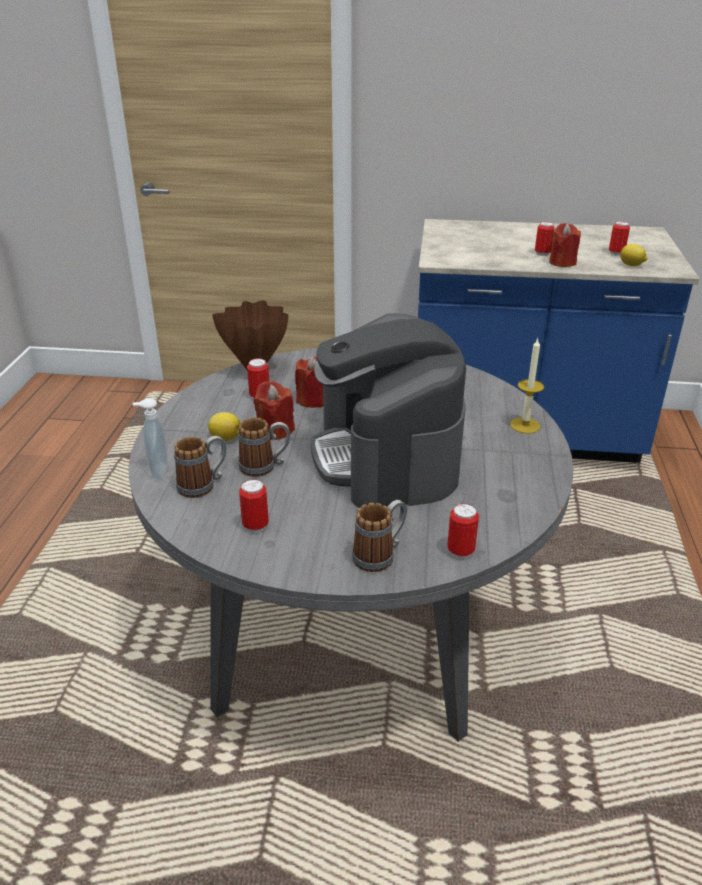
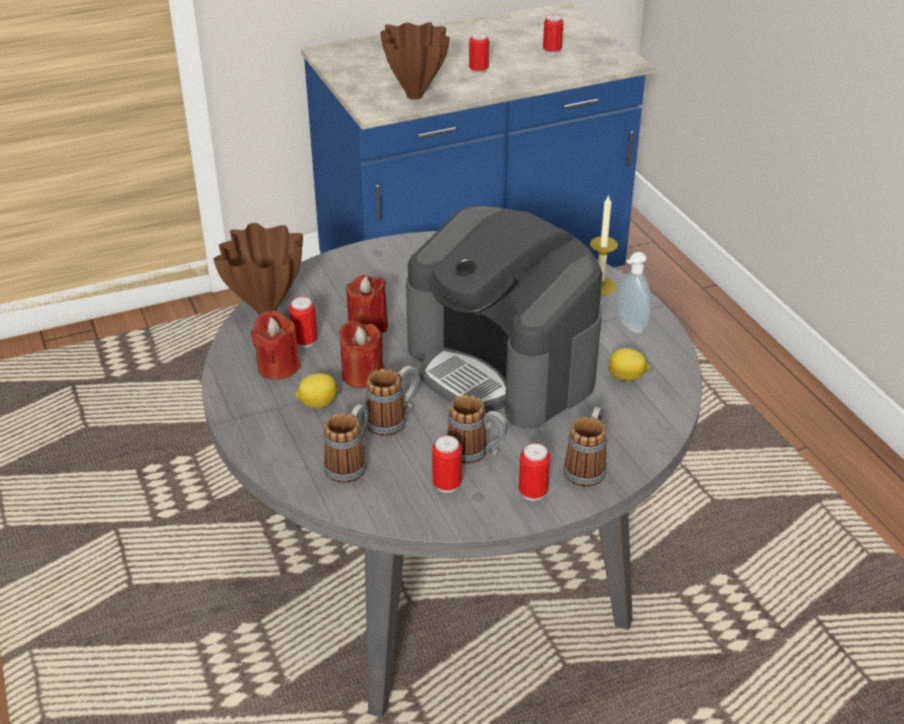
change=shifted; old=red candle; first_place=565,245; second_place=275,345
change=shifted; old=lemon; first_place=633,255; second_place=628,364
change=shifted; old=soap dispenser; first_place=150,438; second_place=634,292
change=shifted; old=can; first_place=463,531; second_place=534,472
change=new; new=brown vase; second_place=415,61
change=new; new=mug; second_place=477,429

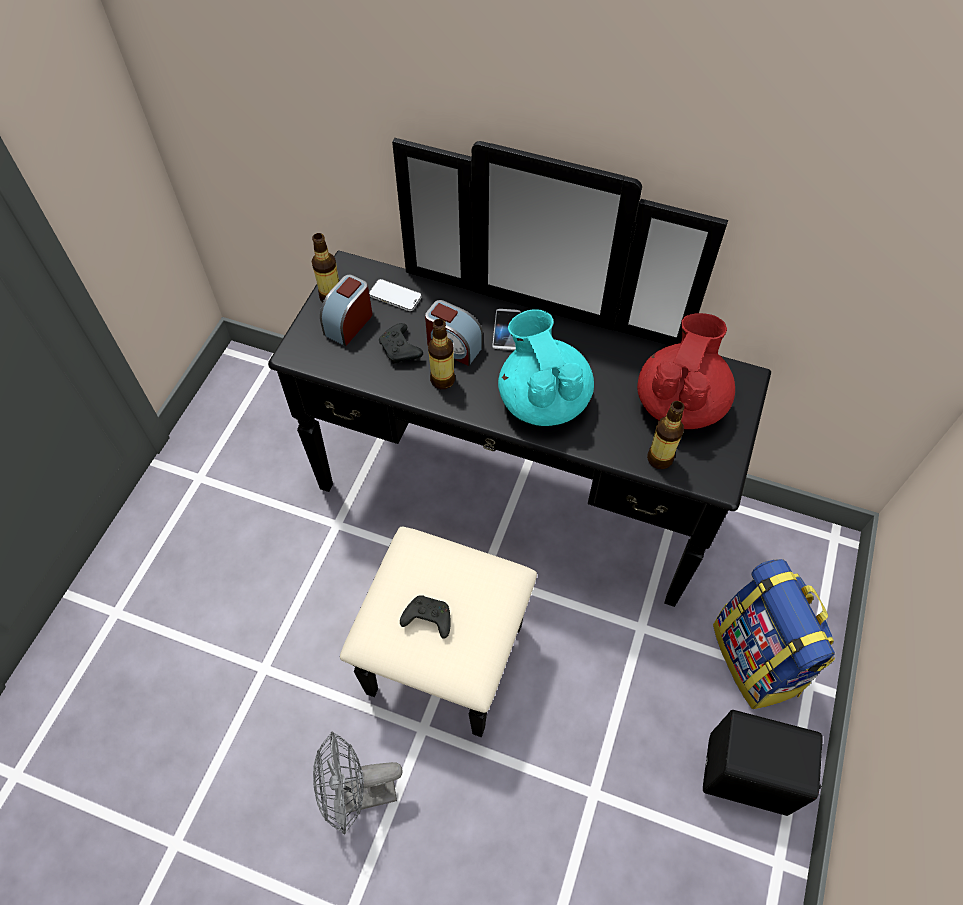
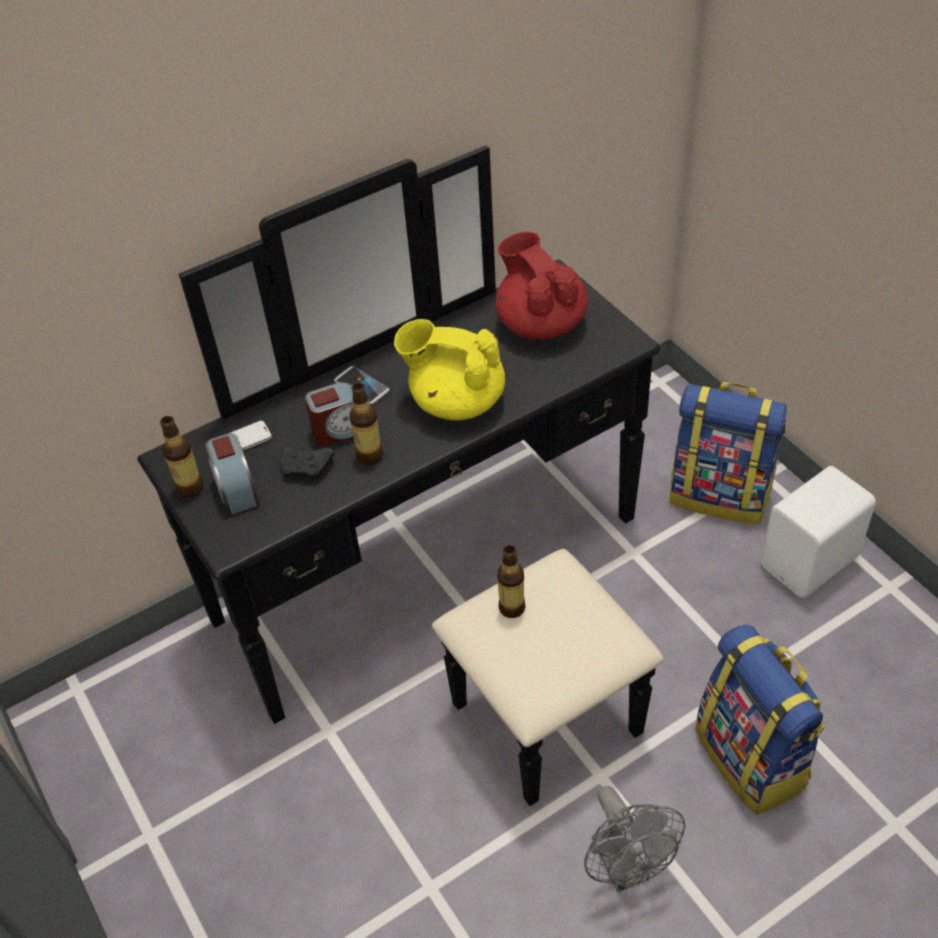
change=repainted; old=turquoise teapot; new=yellow teapot; first_place=546,367; second_place=449,369
change=shifted; old=bottle; first_place=666,435; second_place=511,581
change=gone; old=black game controller; first_place=425,617
change=repainted; old=black speaker; new=white speaker; first_place=763,763; second_place=818,532
change=rotated; old=grey fan; first_place=358,783; second_place=634,839; degrees=-45
change=new; new=backpack; second_place=760,719

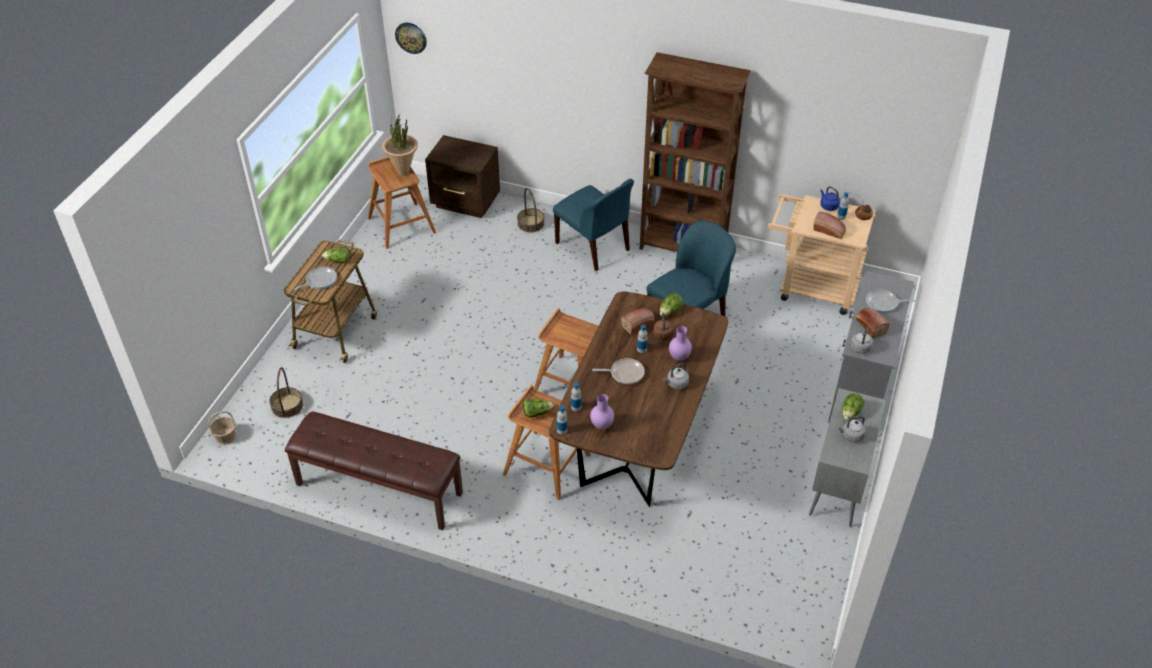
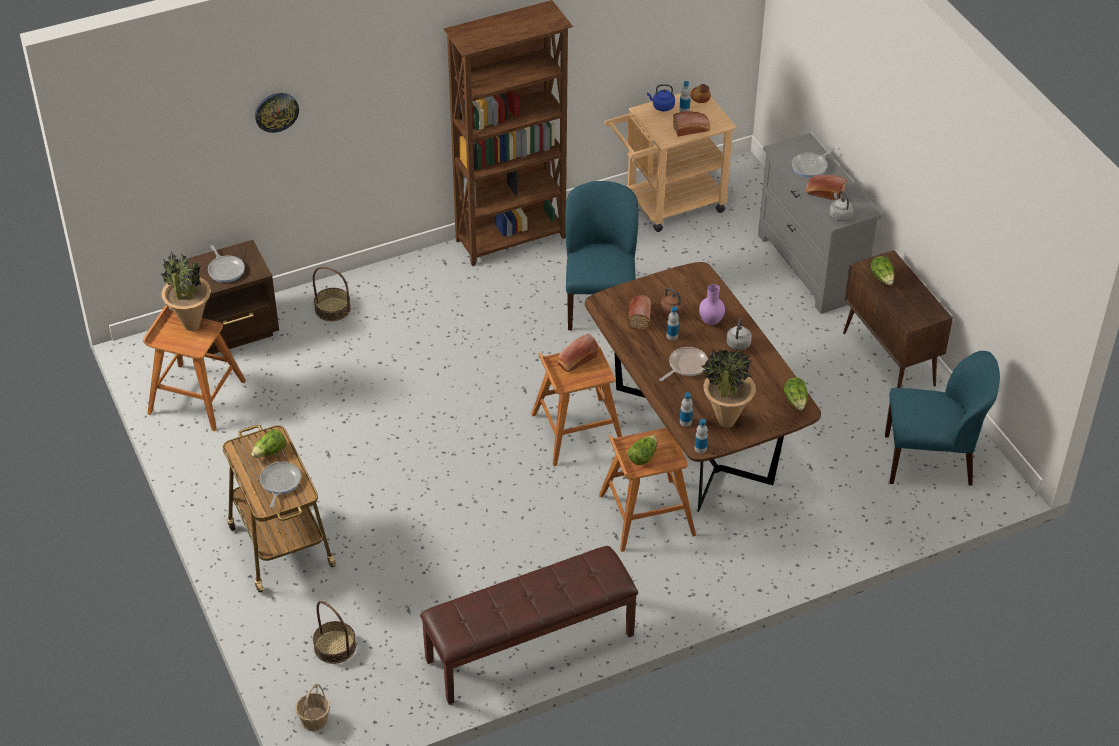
change=shifted; old=wall clock; first_place=411,38; second_place=277,113
change=shifted; old=blue chair; first_place=593,225; second_place=942,418
change=shifted; old=lettuce; first_place=671,304; second_place=796,393
change=repainted; old=grey cabinet; new=brown cabinet; first_place=847,457; second_place=898,319
change=swapped; old=purple vase; new=potted plant; first_place=602,412; second_place=728,388
change=gone; old=grey kettle; first_place=852,429
change=new; new=frying pan; second_place=226,264
change=new; new=bread; second_place=577,353

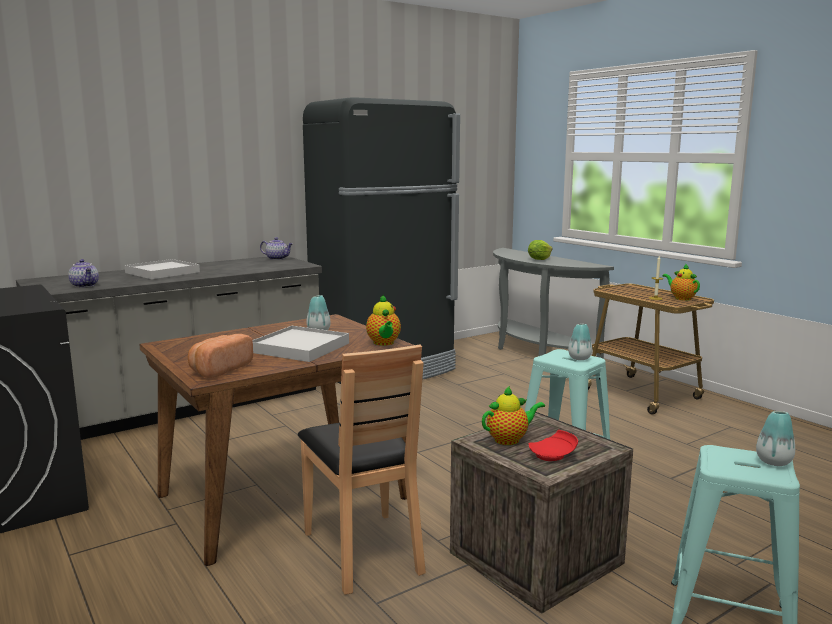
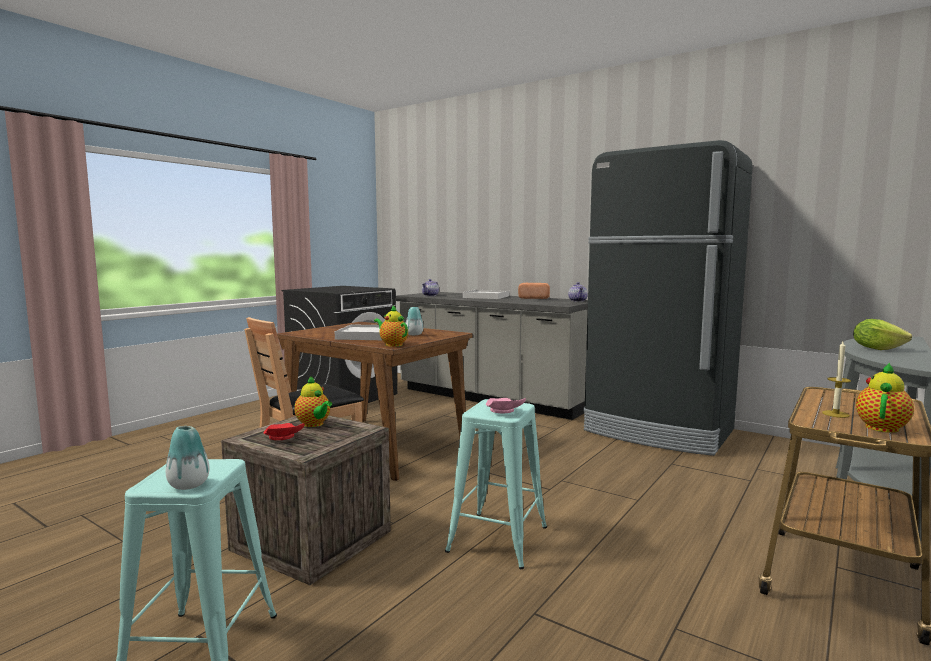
change=rotated; old=teapot; first_place=383,320; second_place=391,326; degrees=75
change=swapped; old=vase; new=pink plate; first_place=580,342; second_place=506,406
change=shifted; old=bread; first_place=220,356; second_place=534,291

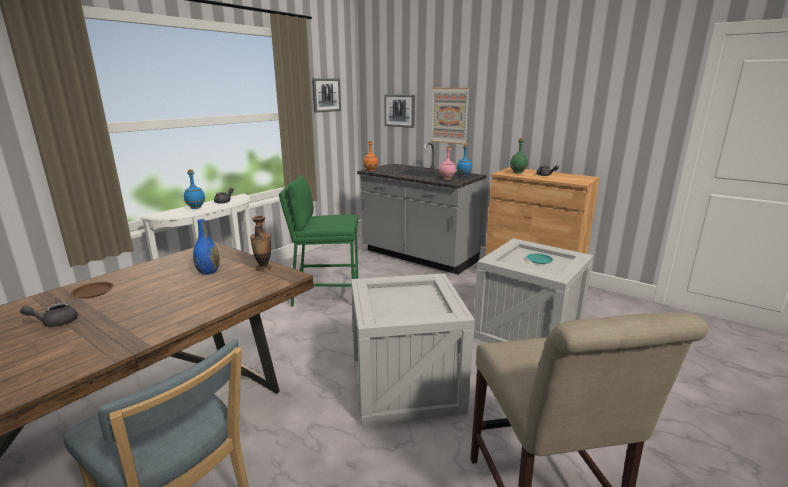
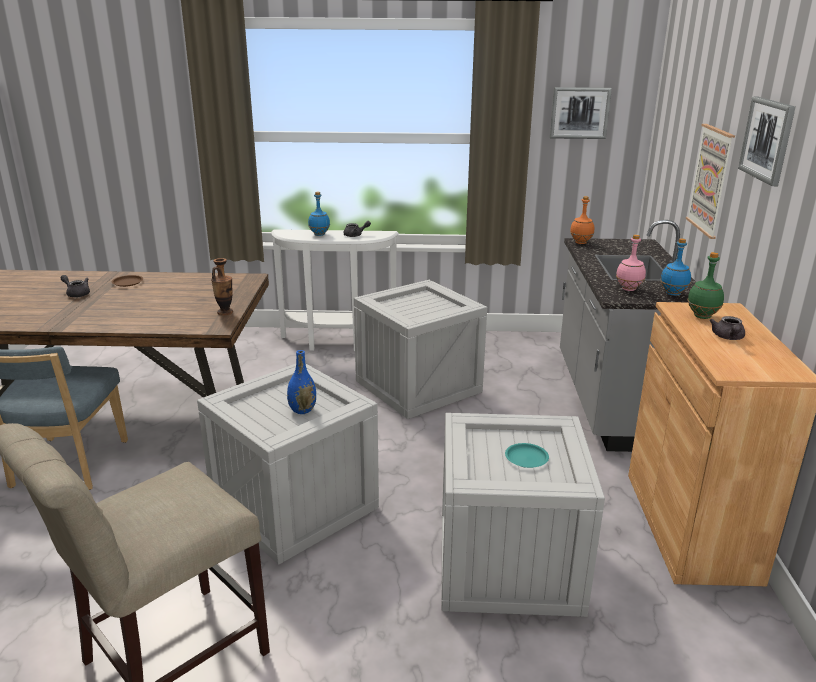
change=shifted; old=picture; first_place=399,111; second_place=767,141
change=swapped; old=green stool; new=crate; first_place=318,240; second_place=420,349
change=shifted; old=blue vase; first_place=206,247; second_place=301,382

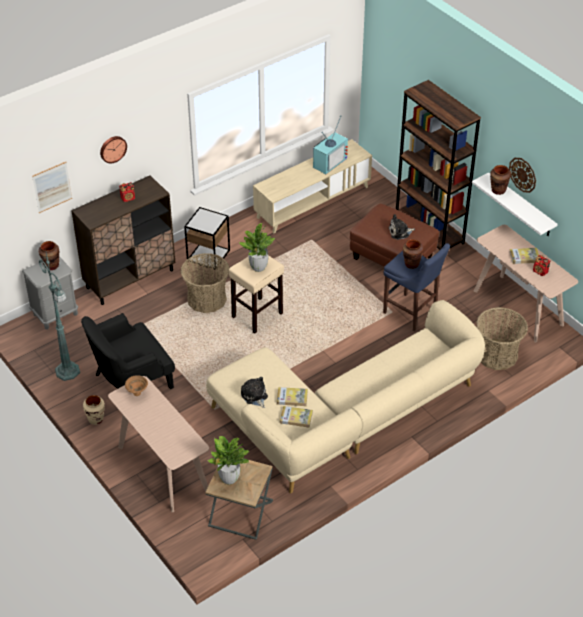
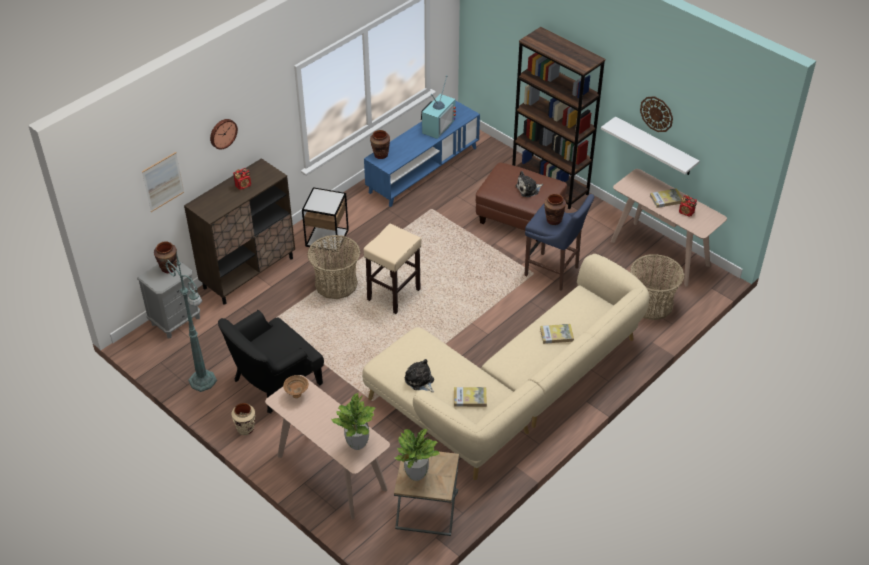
change=repainted; old=beige tv stand; new=blue tv stand; first_place=312,186; second_place=422,153
change=shifted; old=brown vase; first_place=500,180; second_place=380,144
change=shifted; old=potted plant; first_place=257,247; second_place=353,421
change=shifted; old=book; first_place=292,396; second_place=557,334

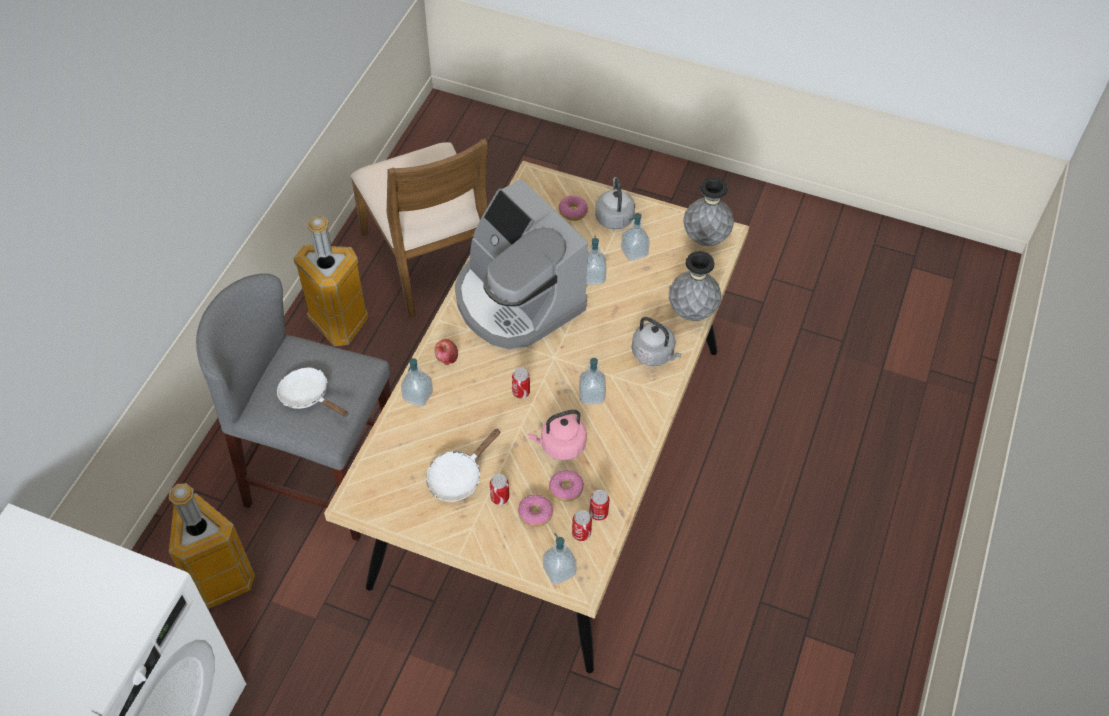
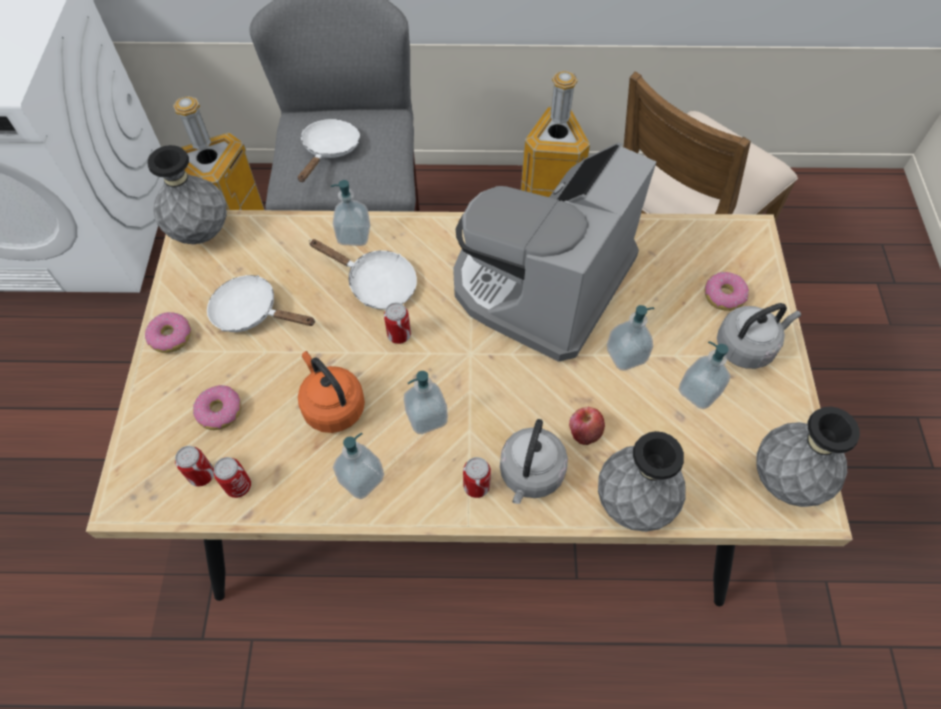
change=shifted; old=apple; first_place=446,352; second_place=587,426
change=repainted; old=pink kettle; new=orange kettle; first_place=557,435; second_place=331,392
change=shifted; old=donut; first_place=566,486; second_place=168,332
change=shifted; old=can; first_place=499,489; second_place=477,477
change=shifted; old=soap dispenser; first_place=559,558; second_place=358,466
change=new; new=grey vase; second_place=187,194
change=new; new=white frying pan; second_place=363,274

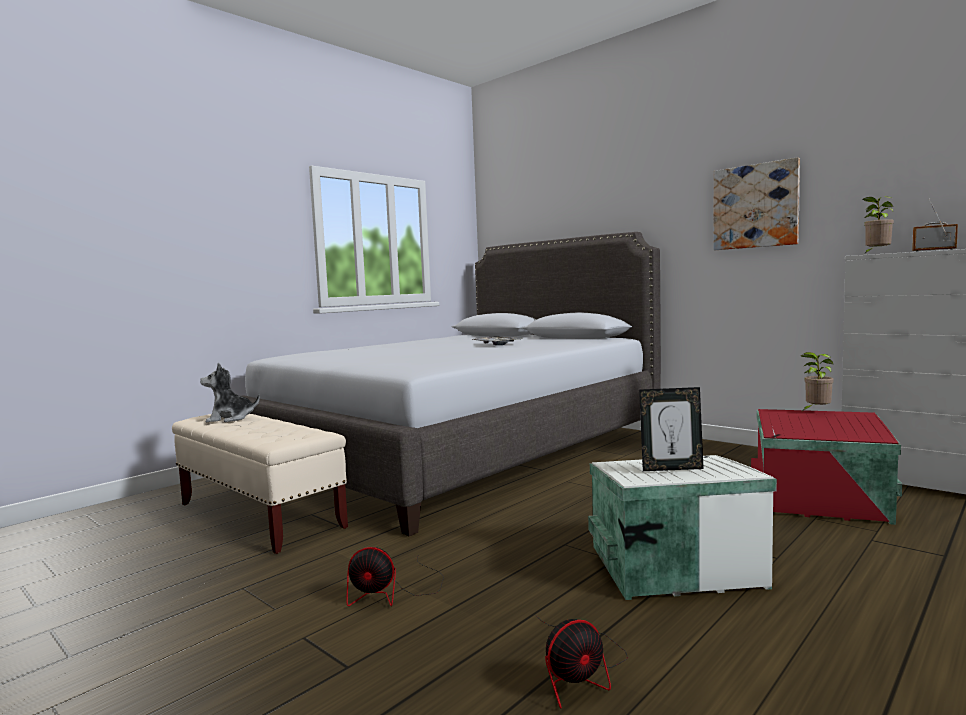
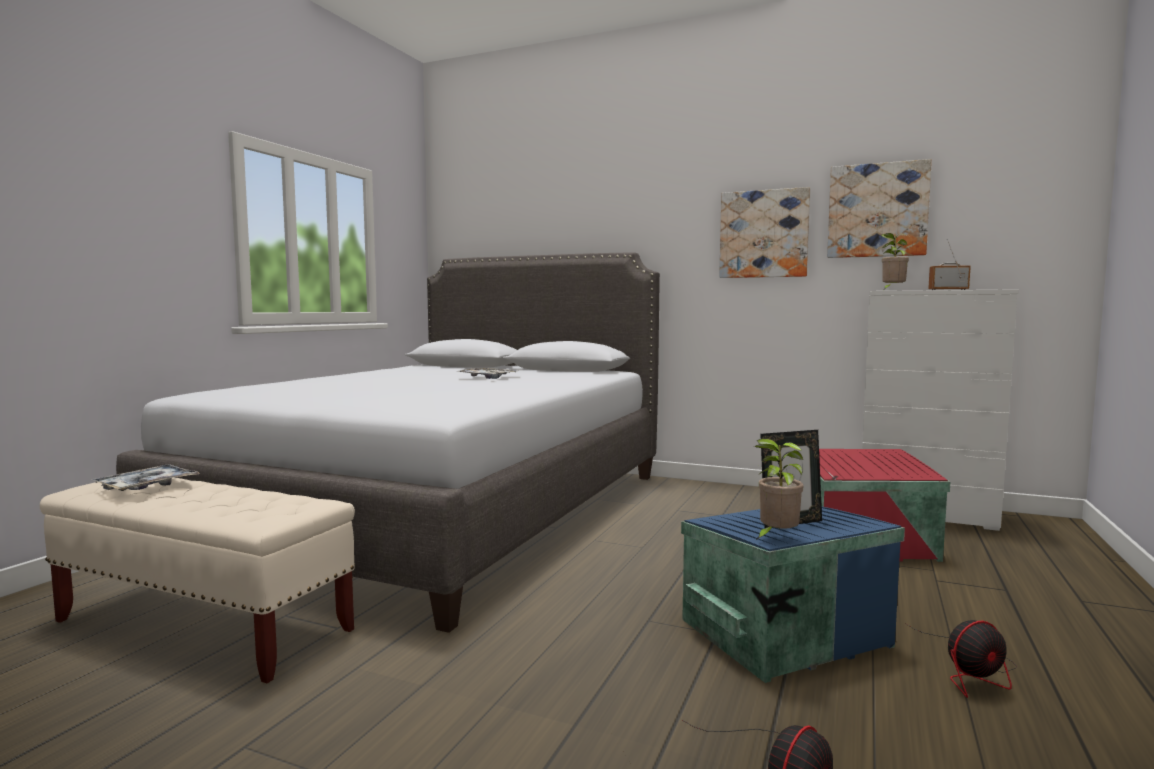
change=shifted; old=potted plant; first_place=817,381; second_place=779,490
change=swapped; old=plush toy; new=tray; first_place=230,392; second_place=145,477
change=repainted; old=white storage box; new=blue storage box; first_place=682,527; second_place=793,595
change=shifted; old=fan; first_place=395,576; second_place=961,659
change=new; new=picture; second_place=879,208

